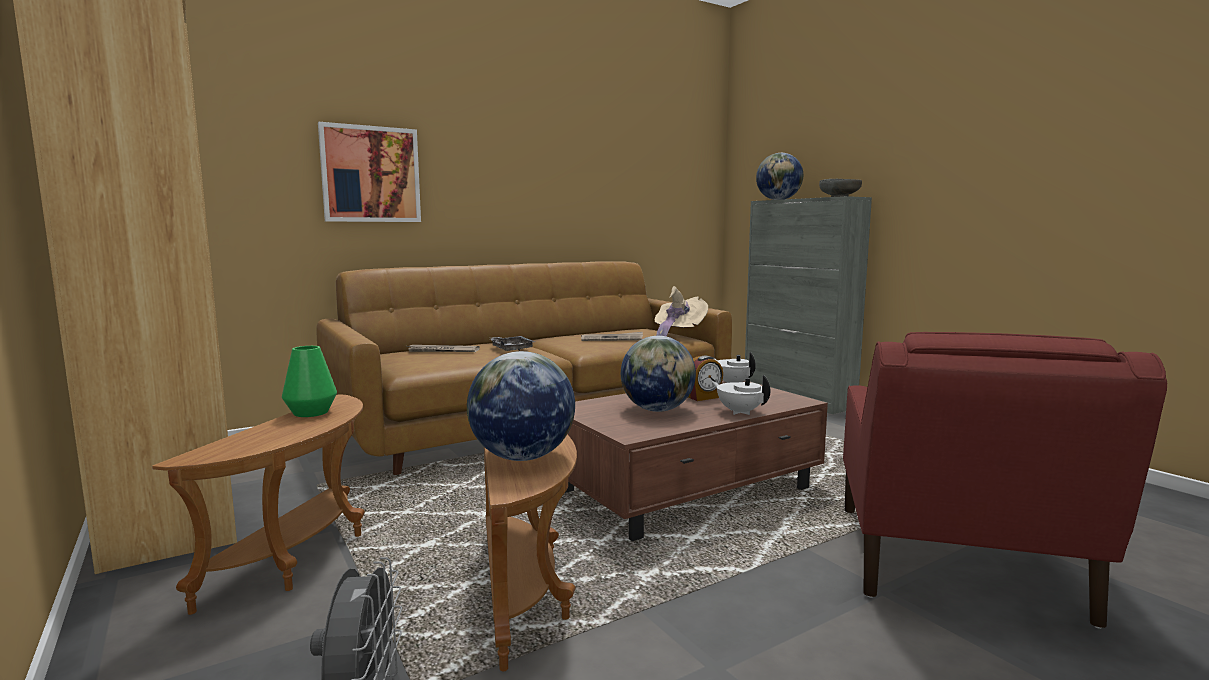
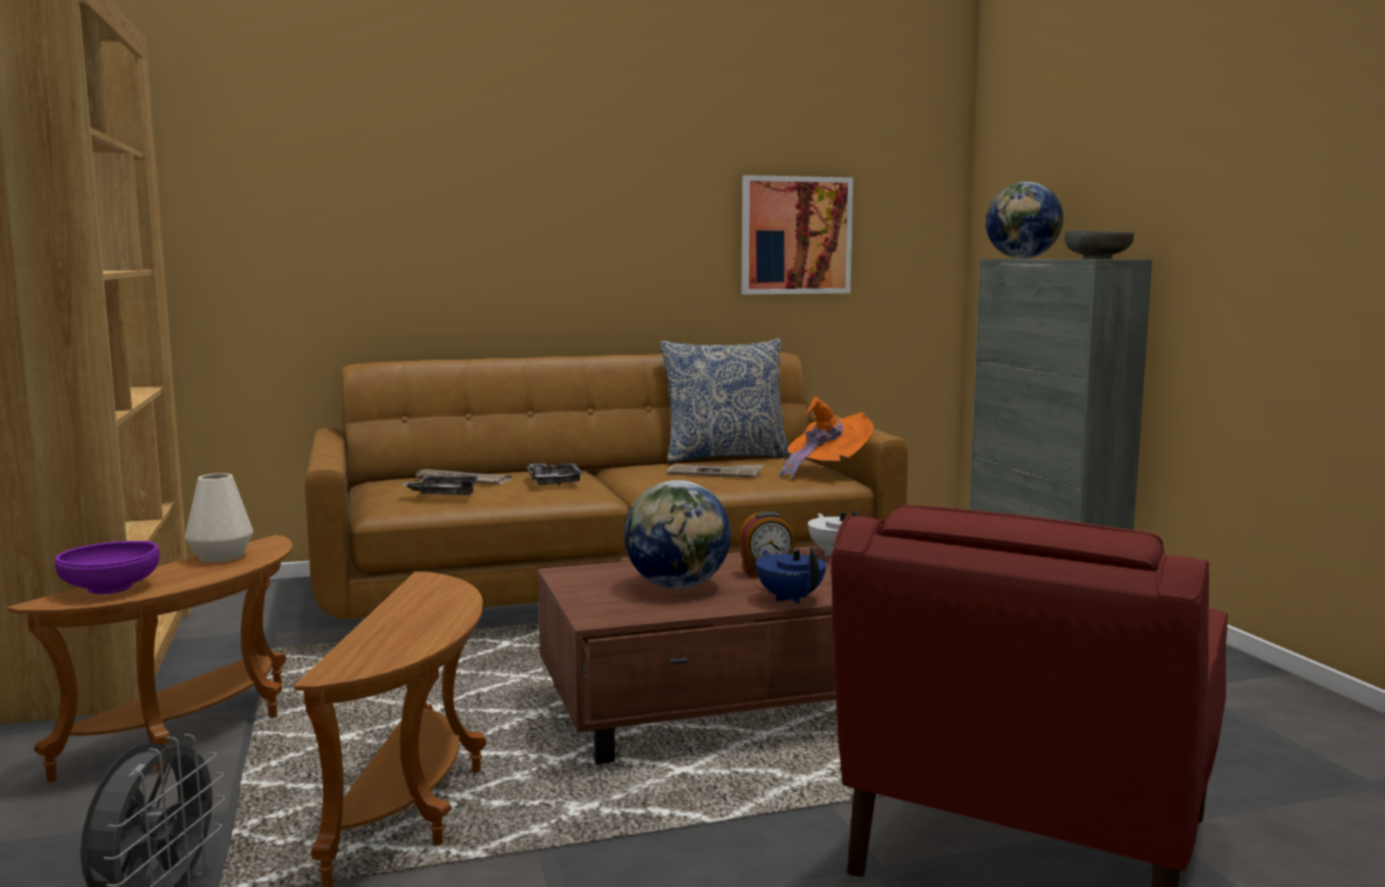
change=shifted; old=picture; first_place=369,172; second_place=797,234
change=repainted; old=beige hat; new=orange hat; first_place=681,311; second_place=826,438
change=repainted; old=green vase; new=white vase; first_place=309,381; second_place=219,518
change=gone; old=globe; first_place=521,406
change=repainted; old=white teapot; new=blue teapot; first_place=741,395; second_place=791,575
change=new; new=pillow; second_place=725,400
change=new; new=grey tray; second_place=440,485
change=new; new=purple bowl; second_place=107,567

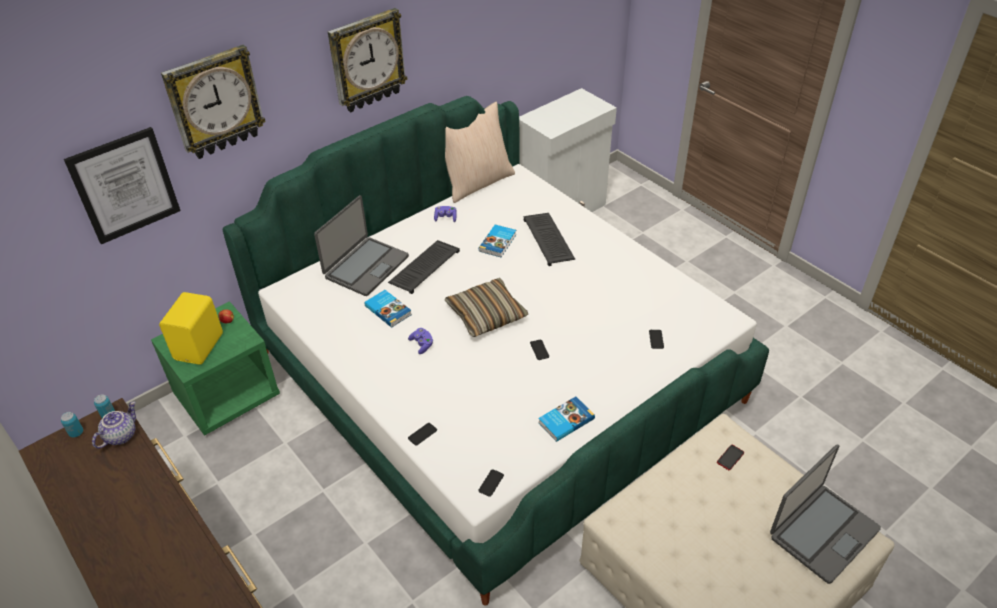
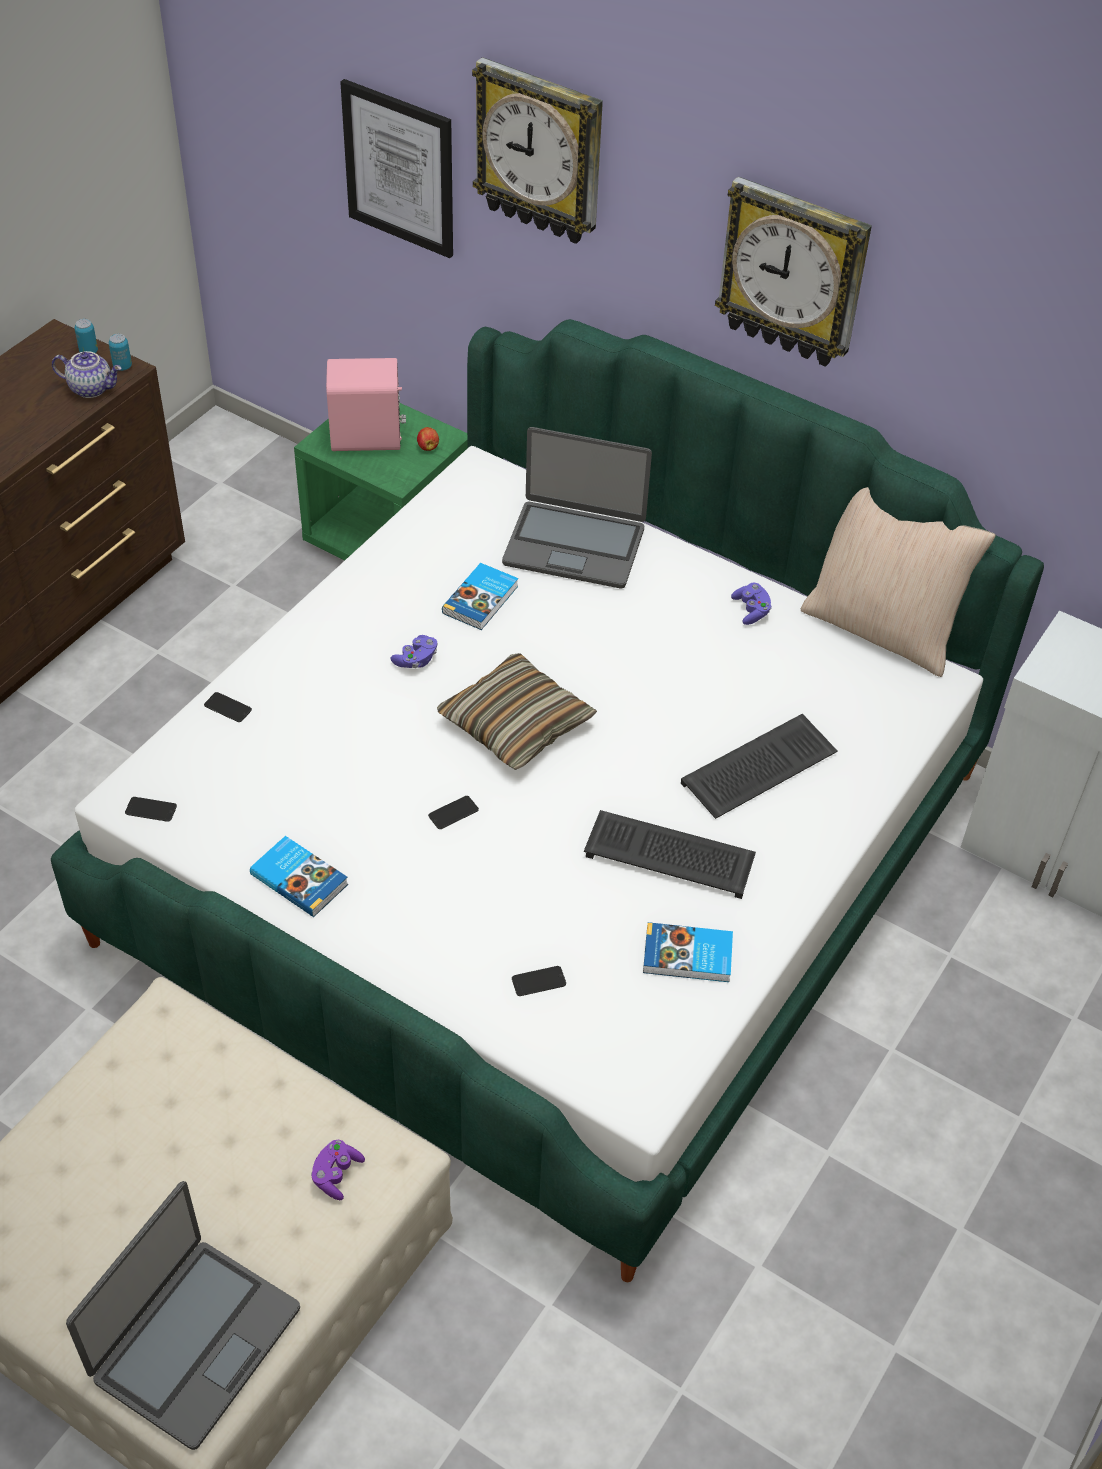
change=shifted; old=book; first_place=498,241; second_place=688,952
change=shifted; old=keyboard; first_place=424,267; second_place=670,854
change=repainted; old=yellow speaker; new=pink speaker; first_place=191,328; second_place=366,404
change=swapped; old=phone; new=purple game controller; first_place=730,457; second_place=338,1169
change=rotated; old=laptop; first_place=825,514; second_place=183,1315; degrees=-90

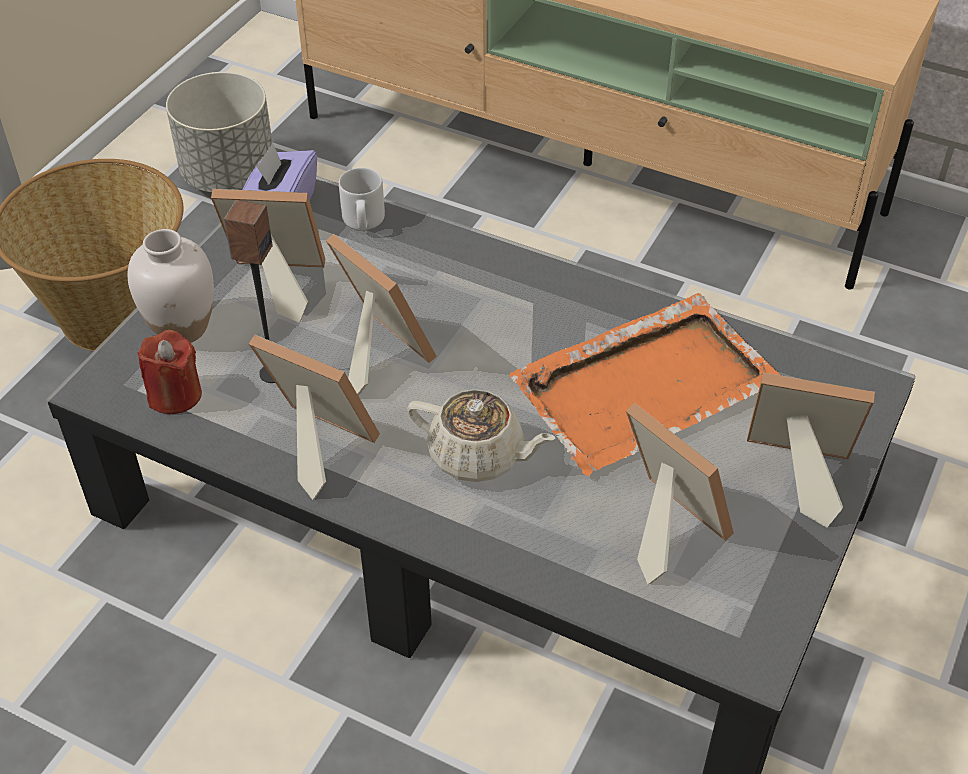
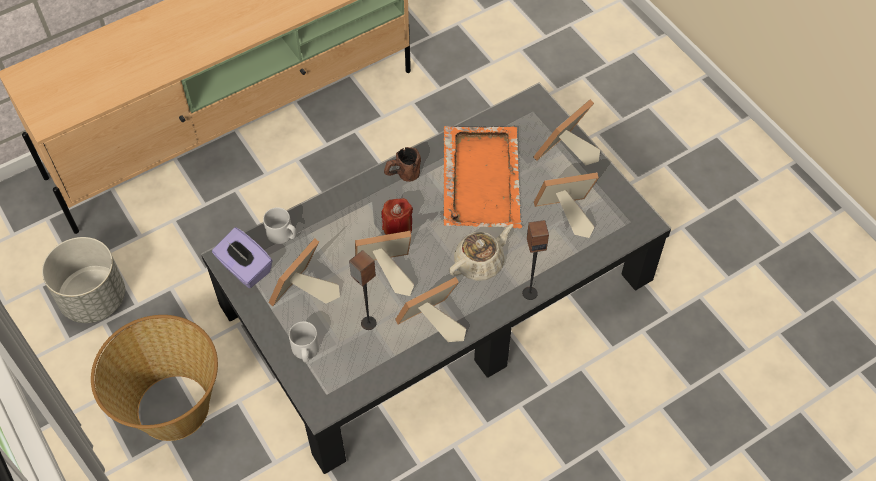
change=swapped; old=white vase; new=grey mug; first_place=170,286; second_place=304,342
change=shifted; old=red candle; first_place=170,372; second_place=397,216
change=new; new=brown mug; second_place=402,164
change=new; new=speaker; second_place=535,260

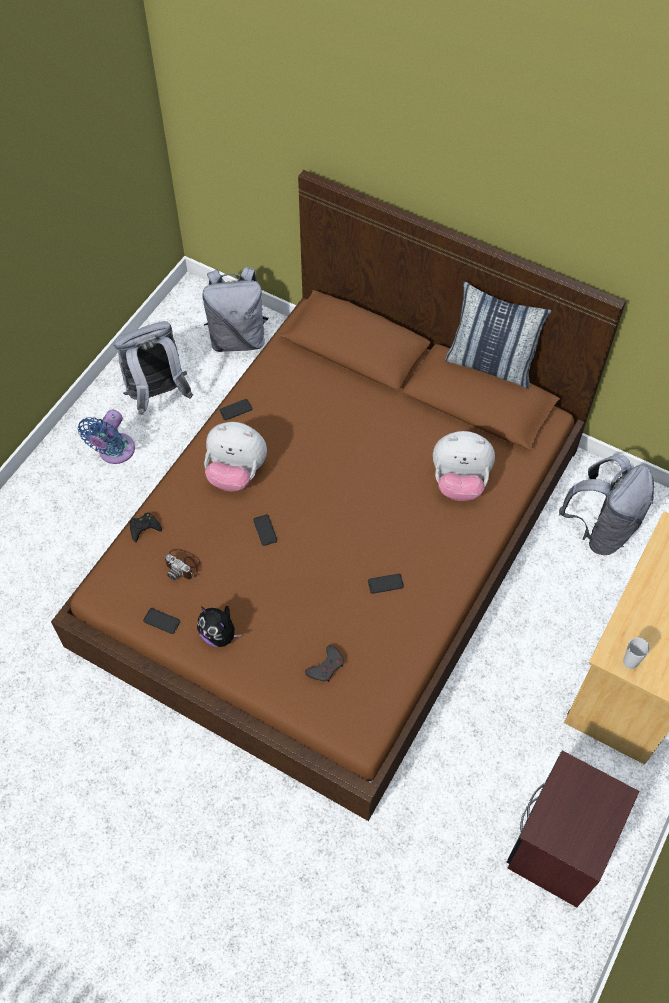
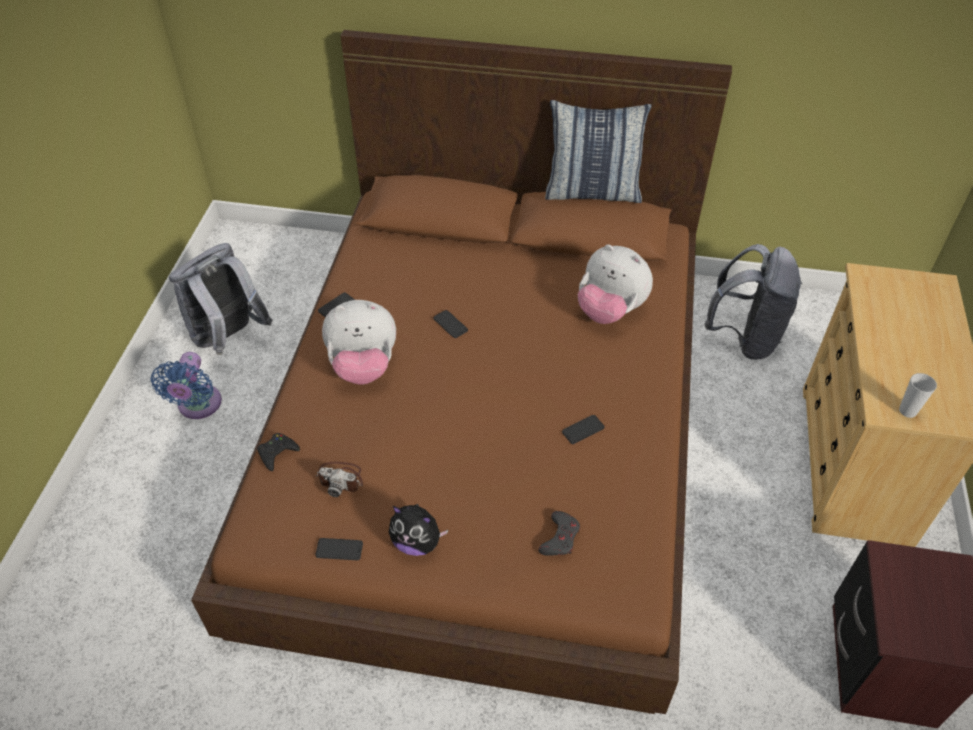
change=gone; old=grey backpack; first_place=235,309
change=rotated; old=plush toy; first_place=464,466; second_place=615,284; degrees=45
change=shifted; old=phone; first_place=265,530; second_place=450,324

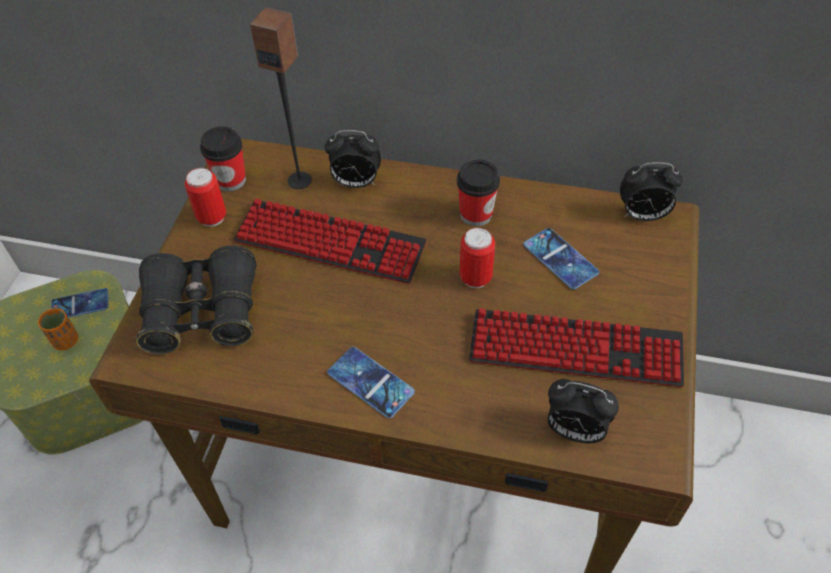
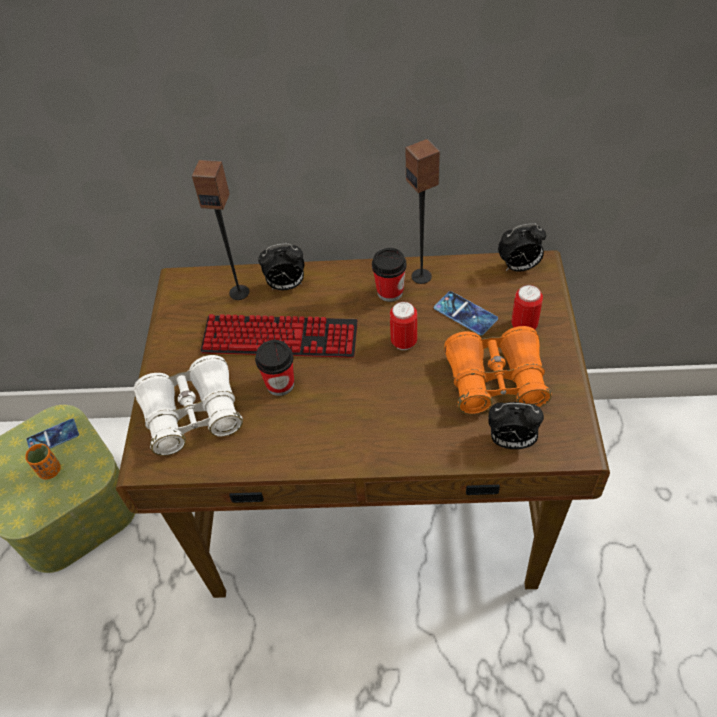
change=shifted; old=cup; first_place=223,159; second_place=274,368
change=shifted; old=can; first_place=205,197; second_place=527,307
change=repainted; old=black binoculars; new=white binoculars; first_place=196,300; second_place=188,405
change=swapped; old=keyboard; new=orange binoculars; first_place=576,347; second_place=498,370
change=gone; old=phone; first_place=371,383
change=new; new=speaker; second_place=422,211

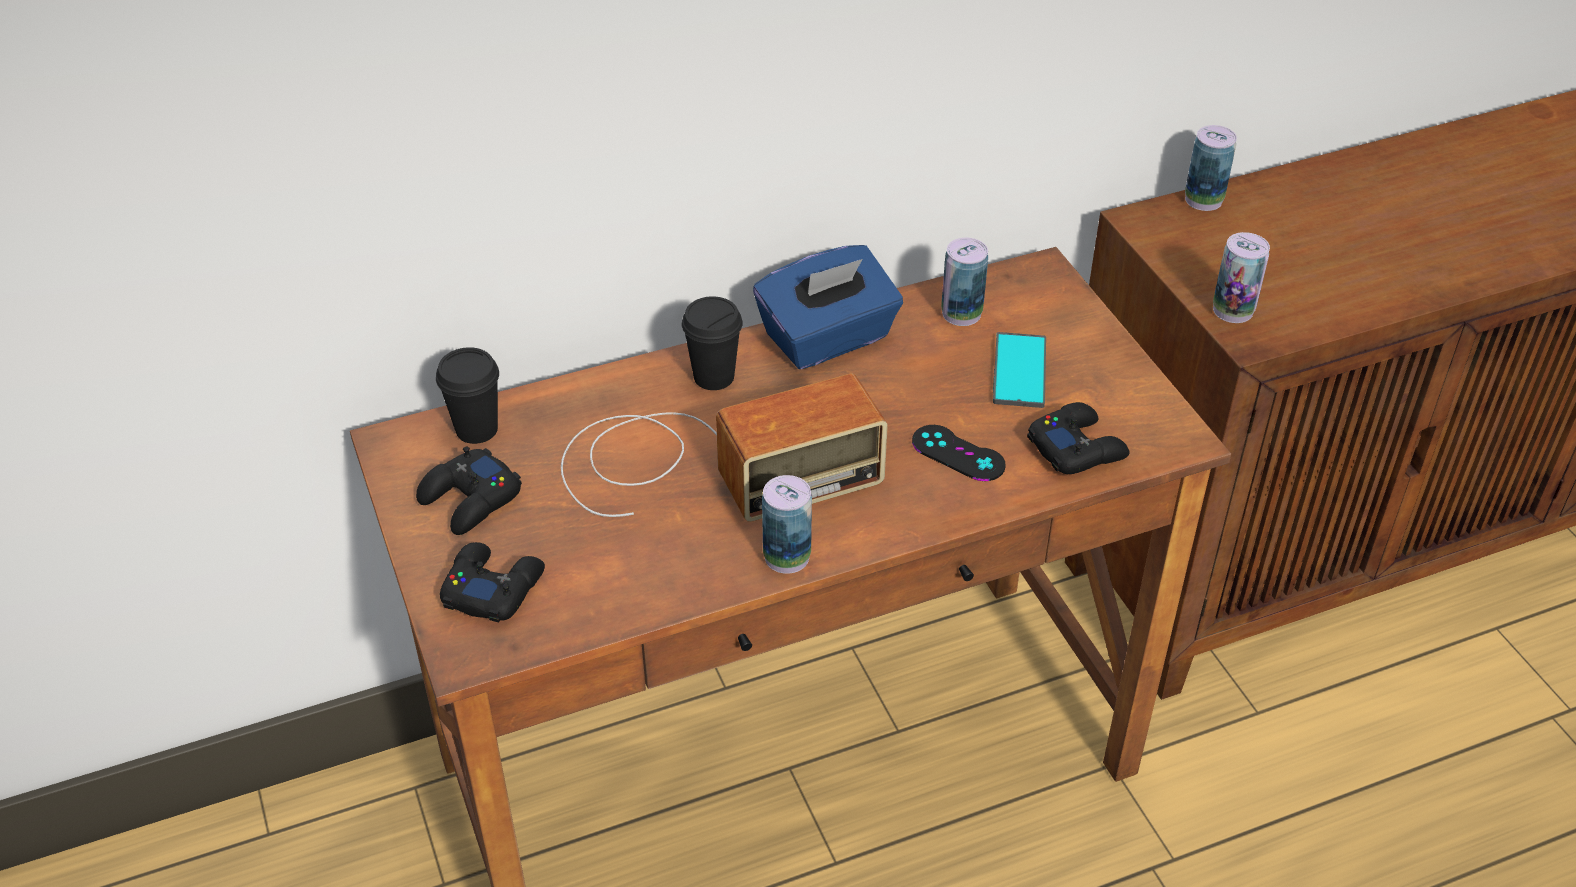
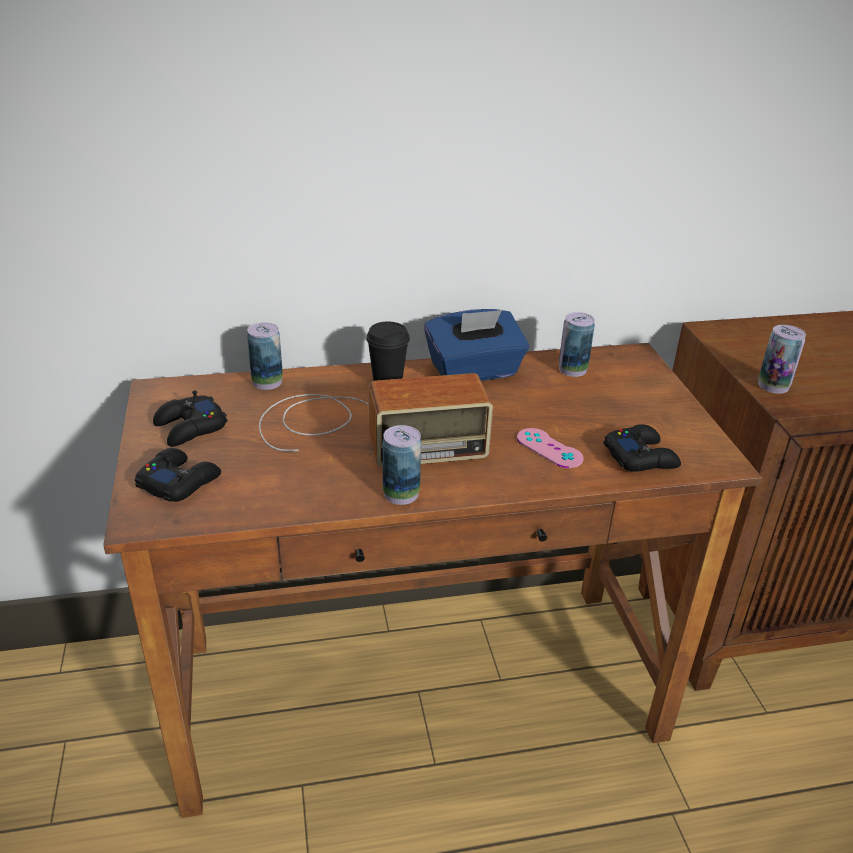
change=shifted; old=can; first_place=1211,168; second_place=265,356
change=gone; old=phone; first_place=1019,370
change=gone; old=black cup; first_place=467,395
change=repainted; old=black game controller; new=pink game controller; first_place=959,453; second_place=550,448

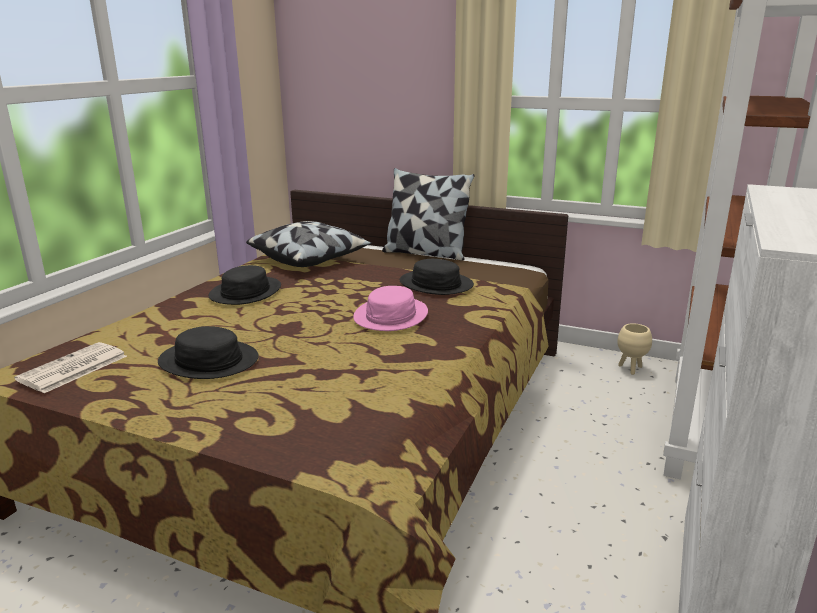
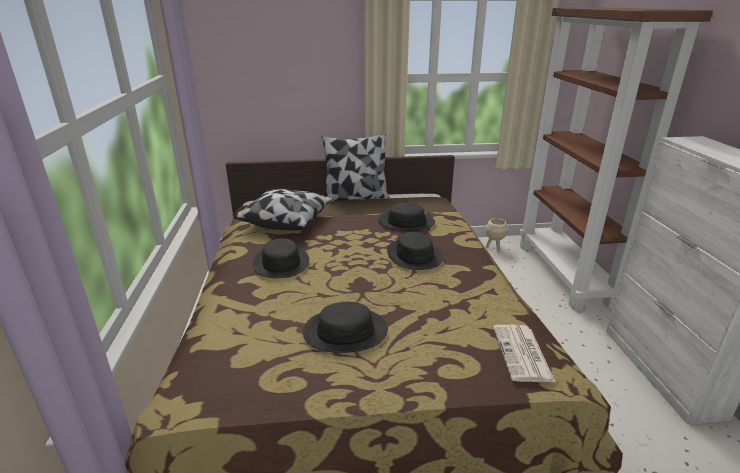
change=repainted; old=pink hat; new=black hat; first_place=390,308; second_place=415,251
change=shifted; old=newspaper; first_place=70,367; second_place=524,353

